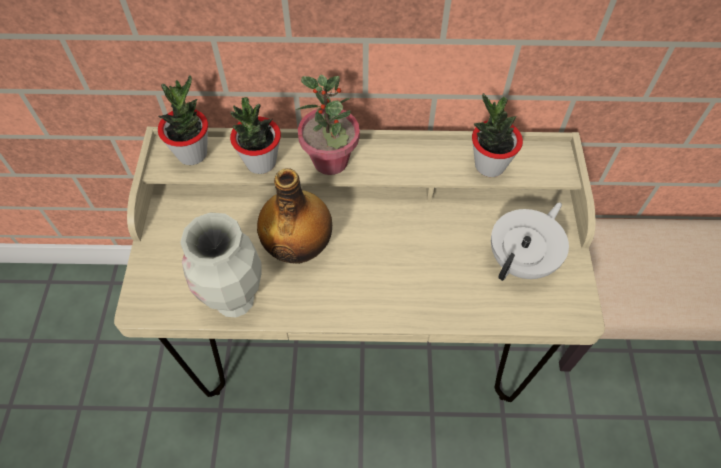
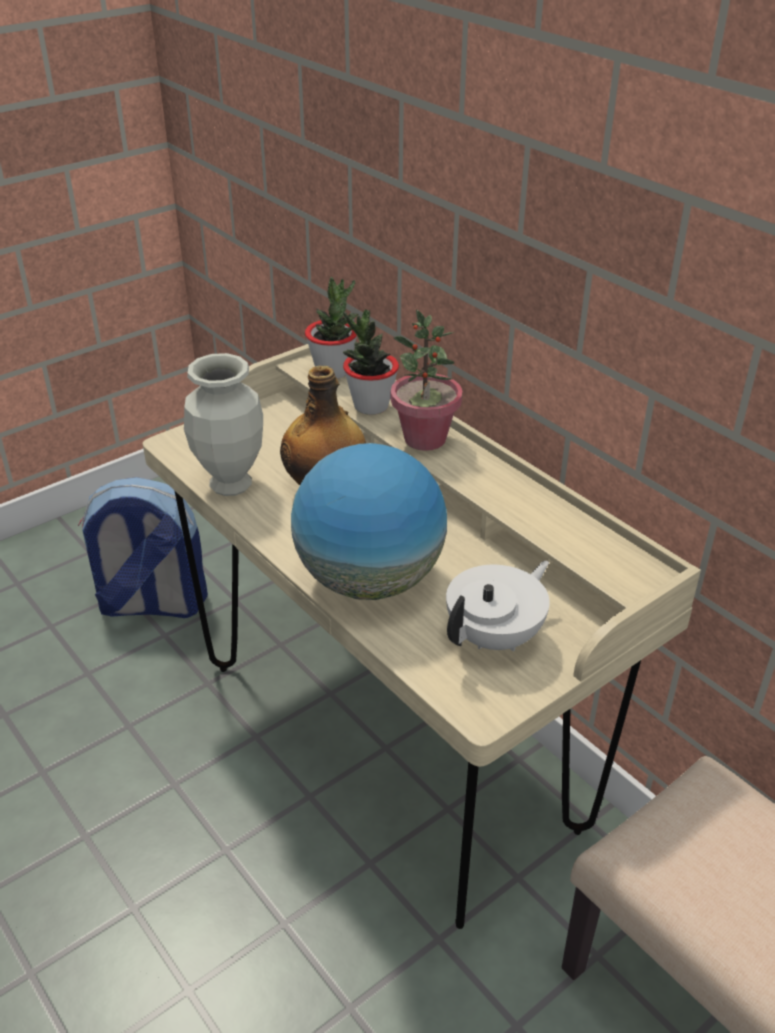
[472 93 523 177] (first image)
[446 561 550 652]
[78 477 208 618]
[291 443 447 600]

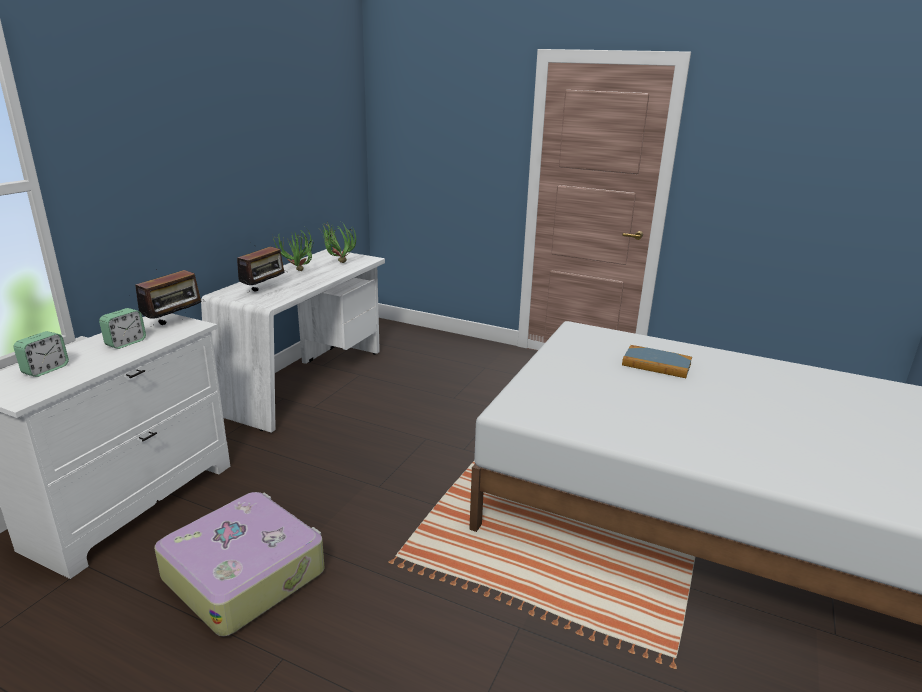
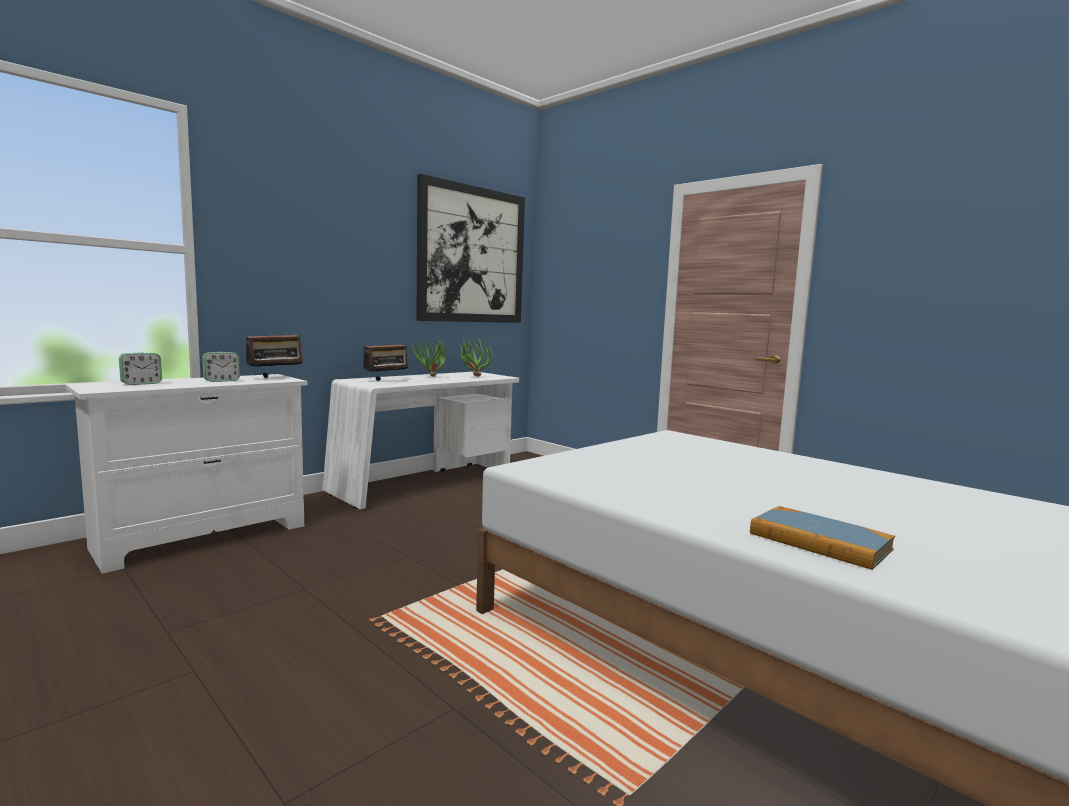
[154 492 325 636] (first image)
[750 506 895 570]
[417 174 525 323]

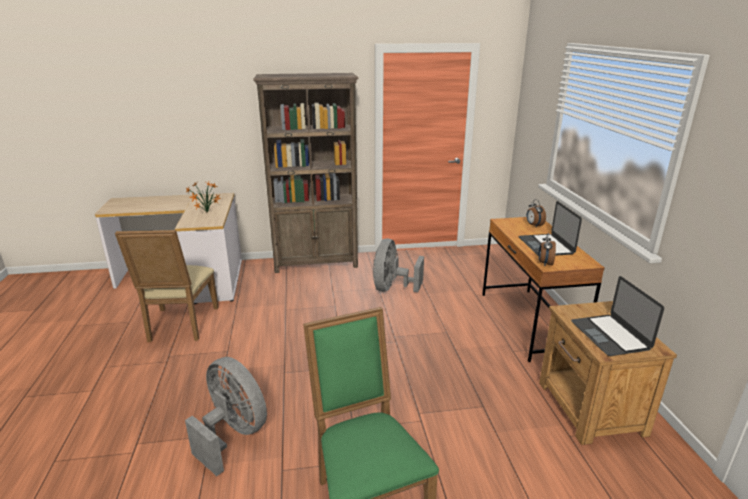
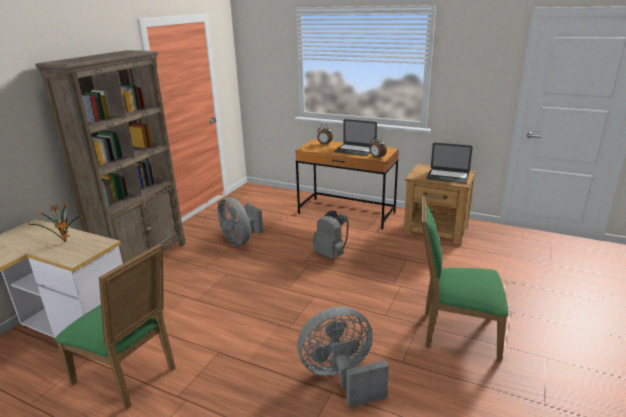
[55 243 175 409]
[313 211 349 260]

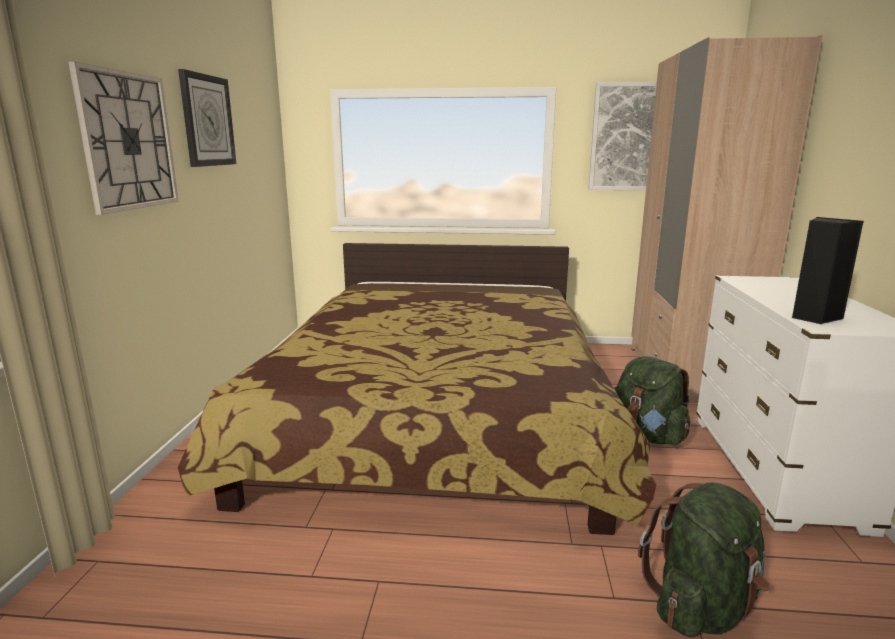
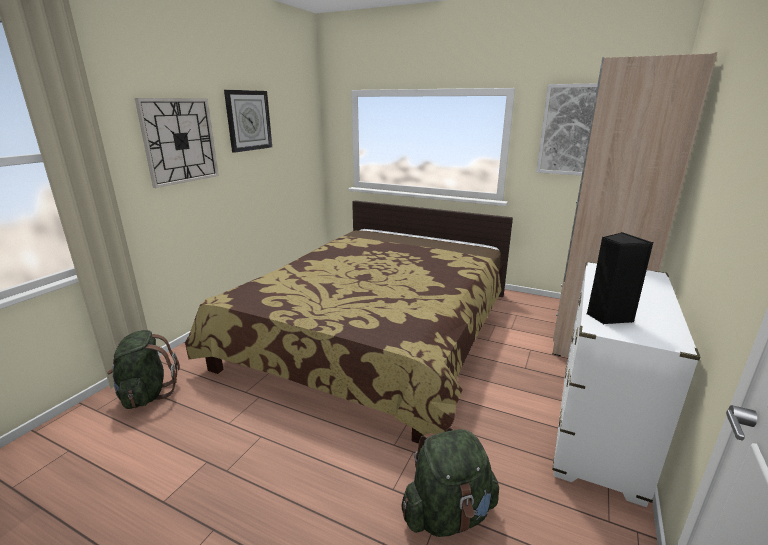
[107 330 180 409]

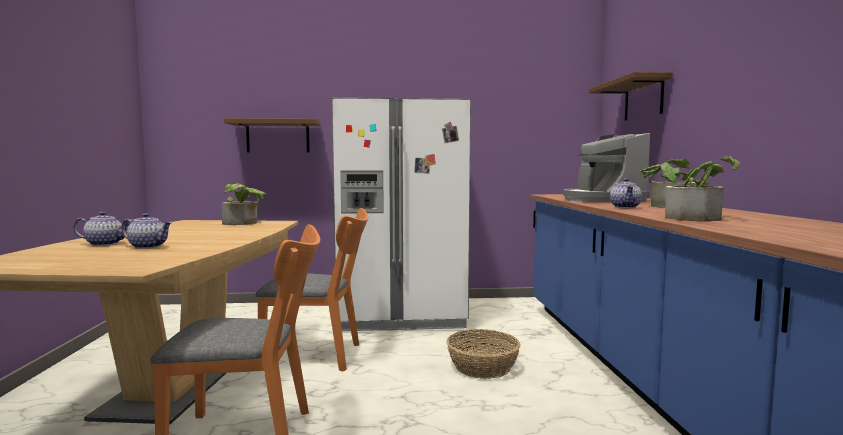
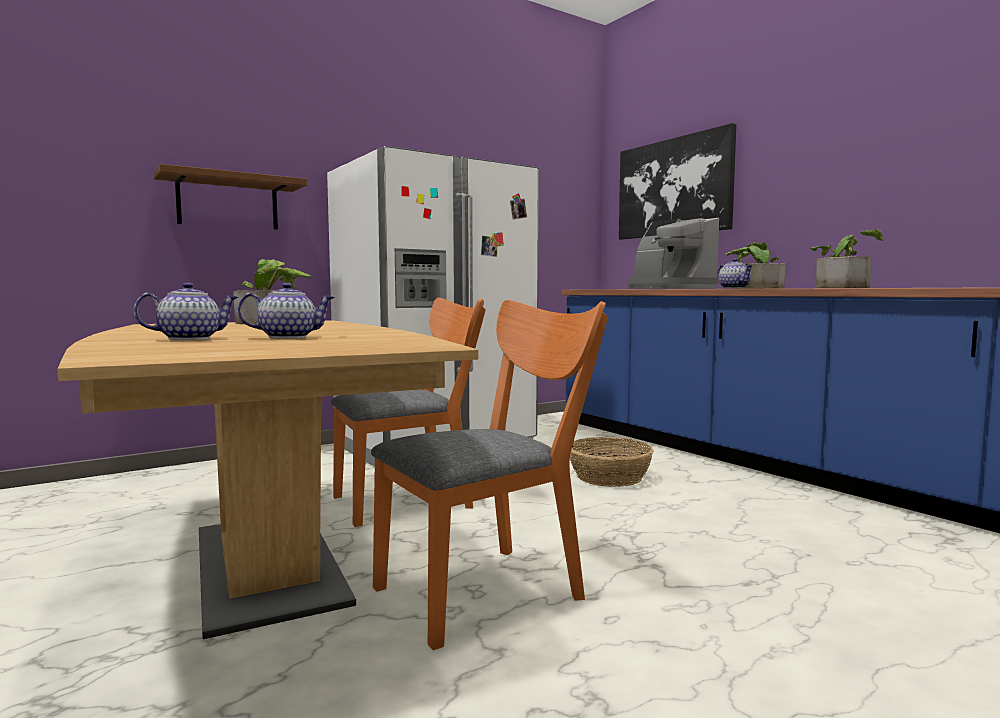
[619 123 736 240]

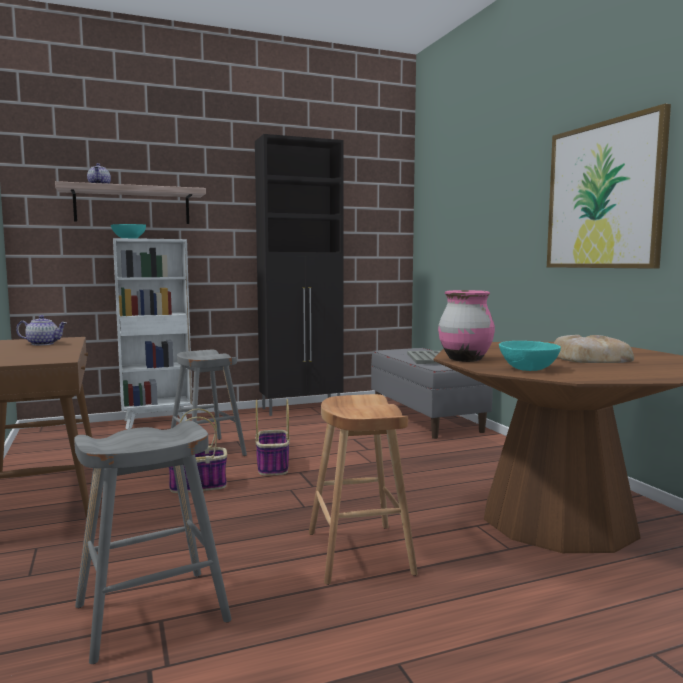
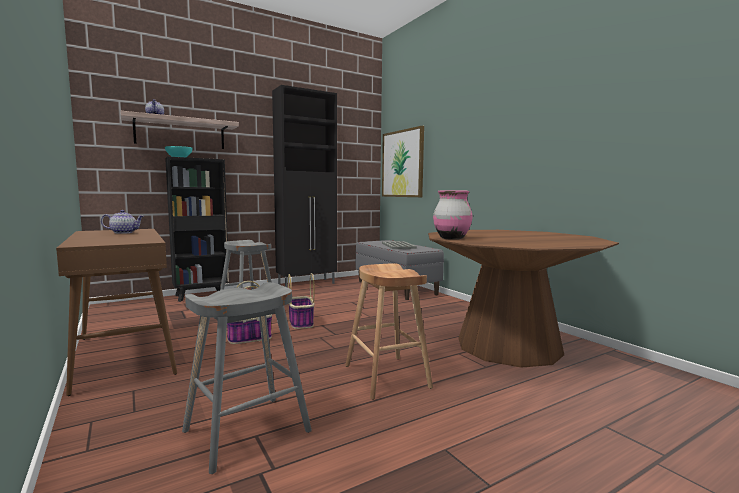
[165 157 229 302]
[499 341 561 371] (first image)
[382 126 424 197]
[553 335 634 363] (first image)

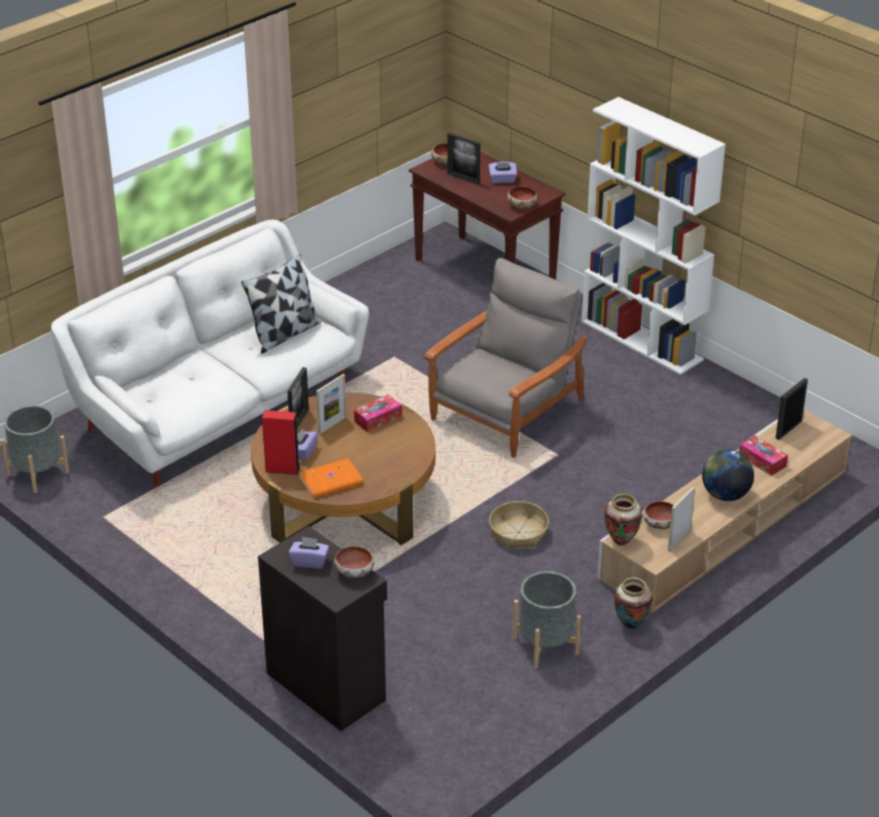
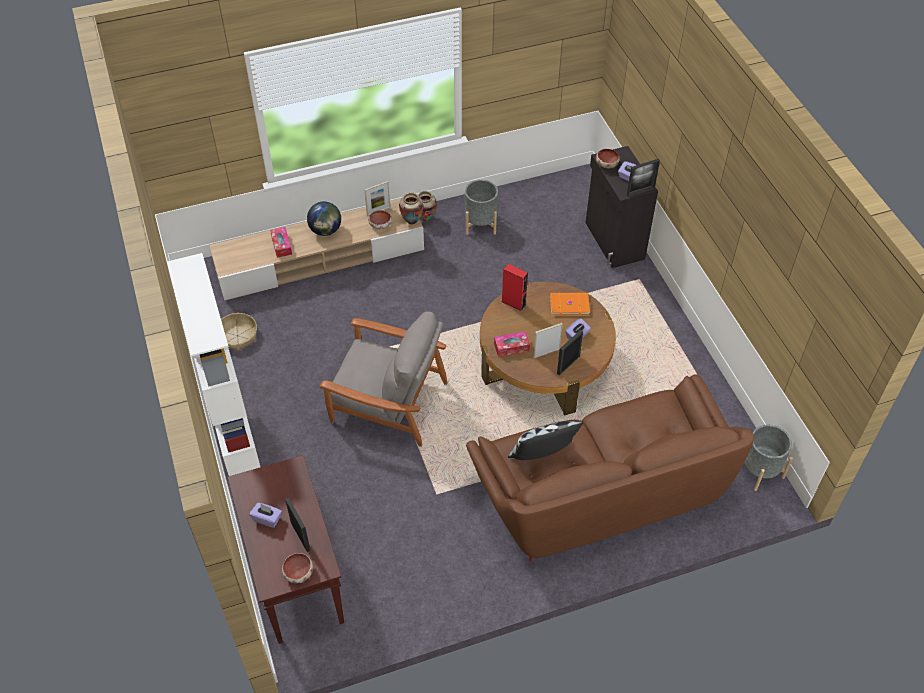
[466 375 754 562]
[502 264 528 311]
[319 311 447 447]
[221 313 257 351]
[507 186 537 208] (first image)
[627 159 660 197]

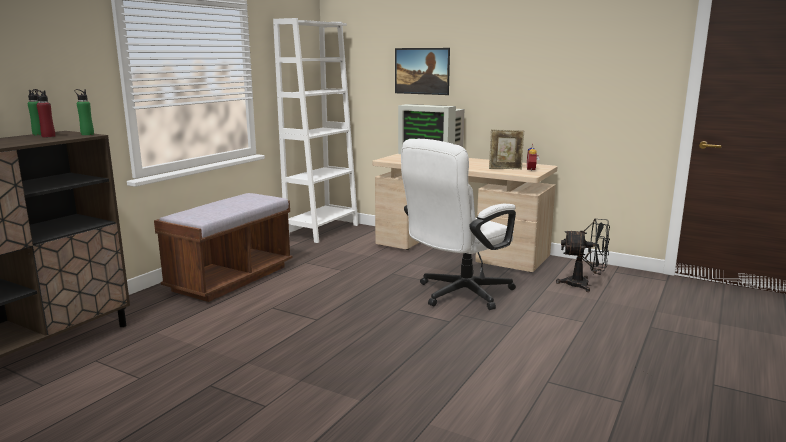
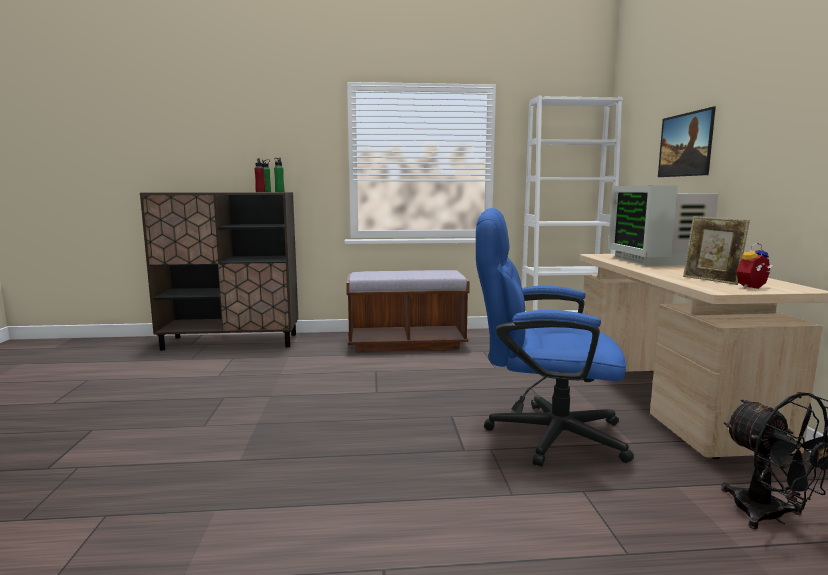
[476 208 634 467]

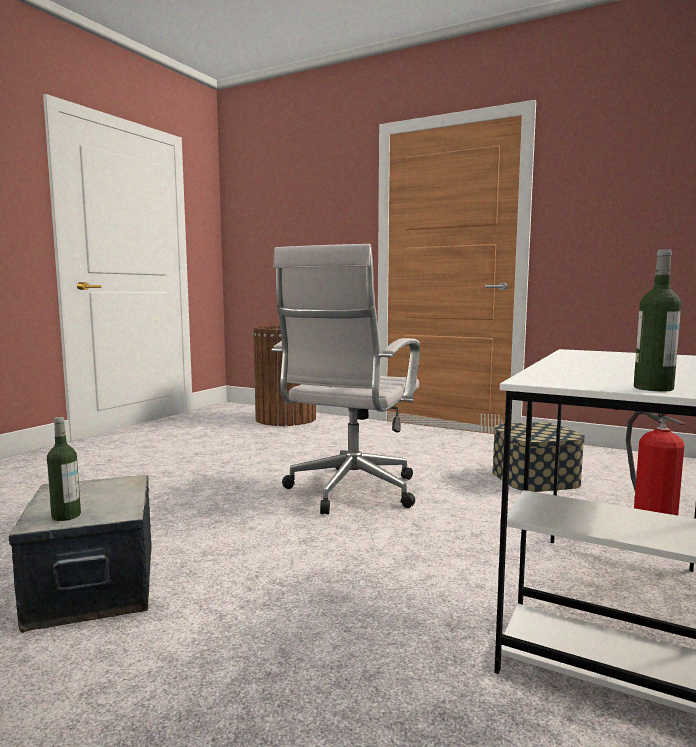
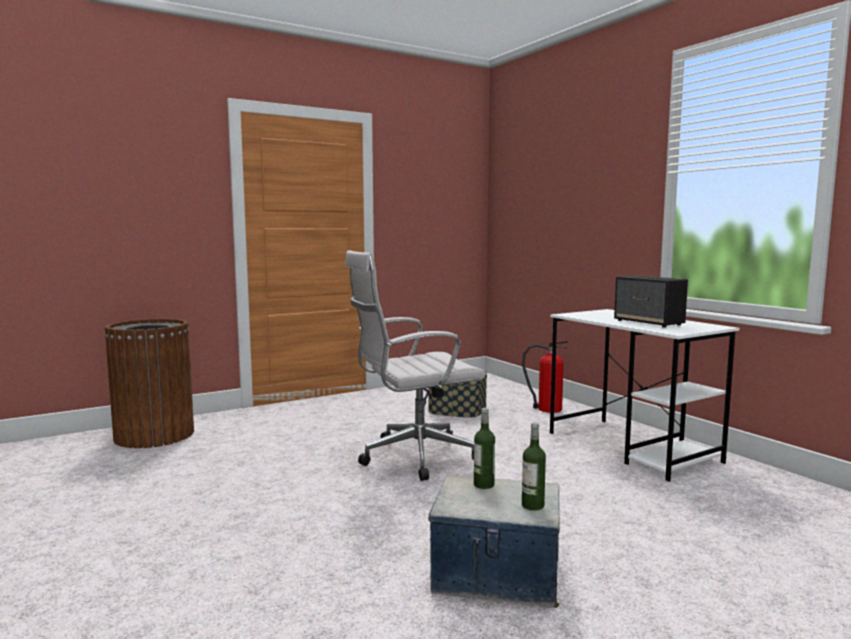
[345 250 485 481]
[474 408 495 489]
[614 275 688 328]

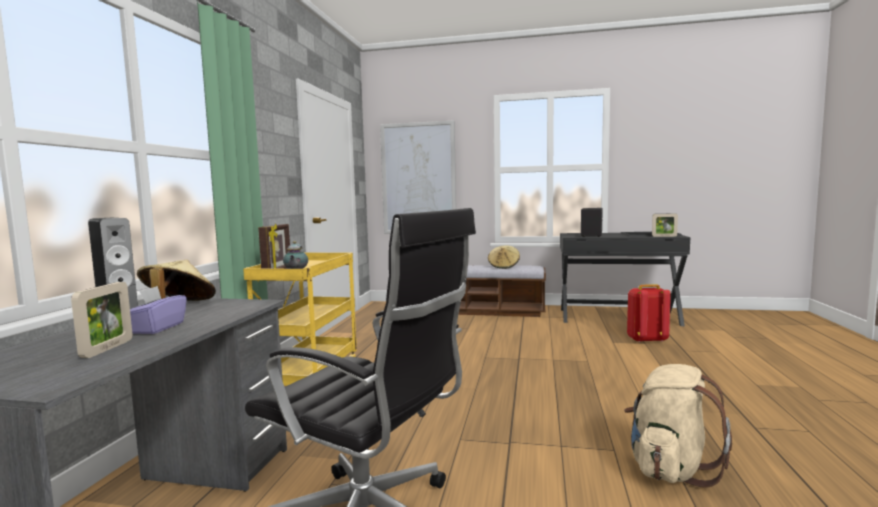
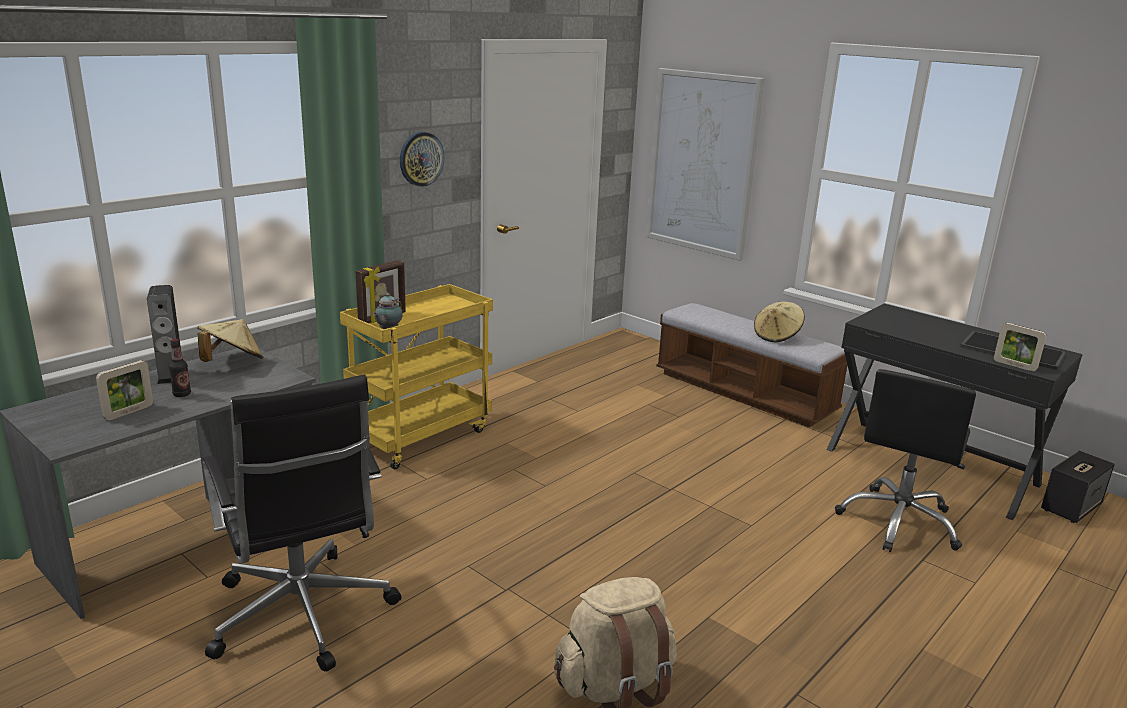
[169 339 191 397]
[1041 451 1115 523]
[835 369 976 552]
[400 132 444 187]

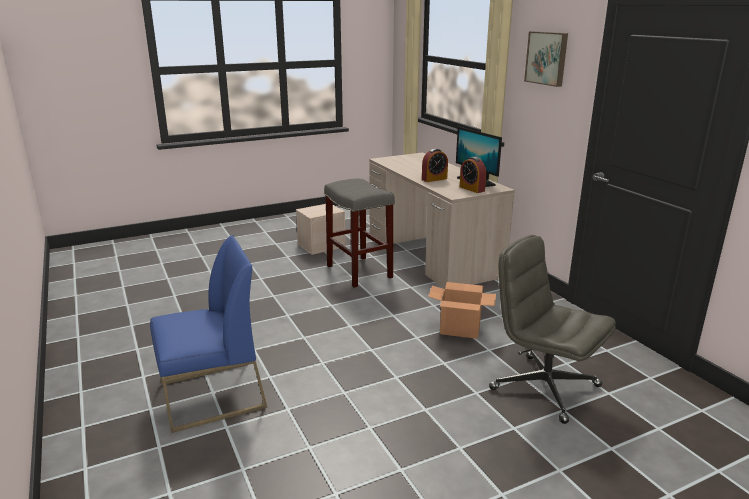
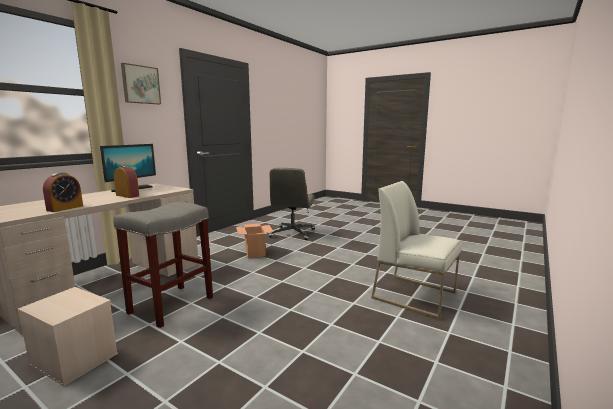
[371 181 462 319]
[43 172 83 212]

